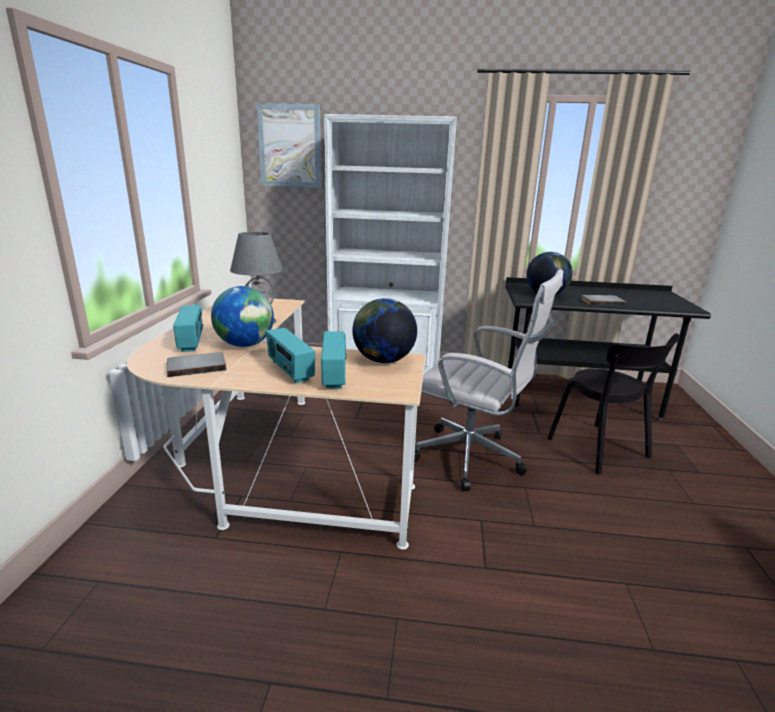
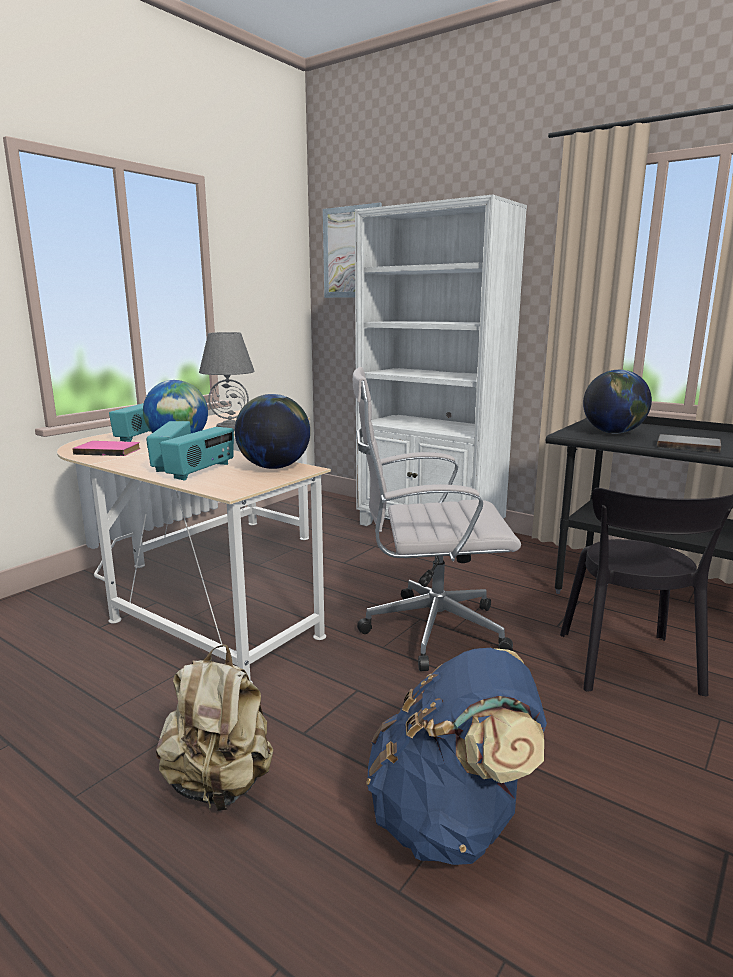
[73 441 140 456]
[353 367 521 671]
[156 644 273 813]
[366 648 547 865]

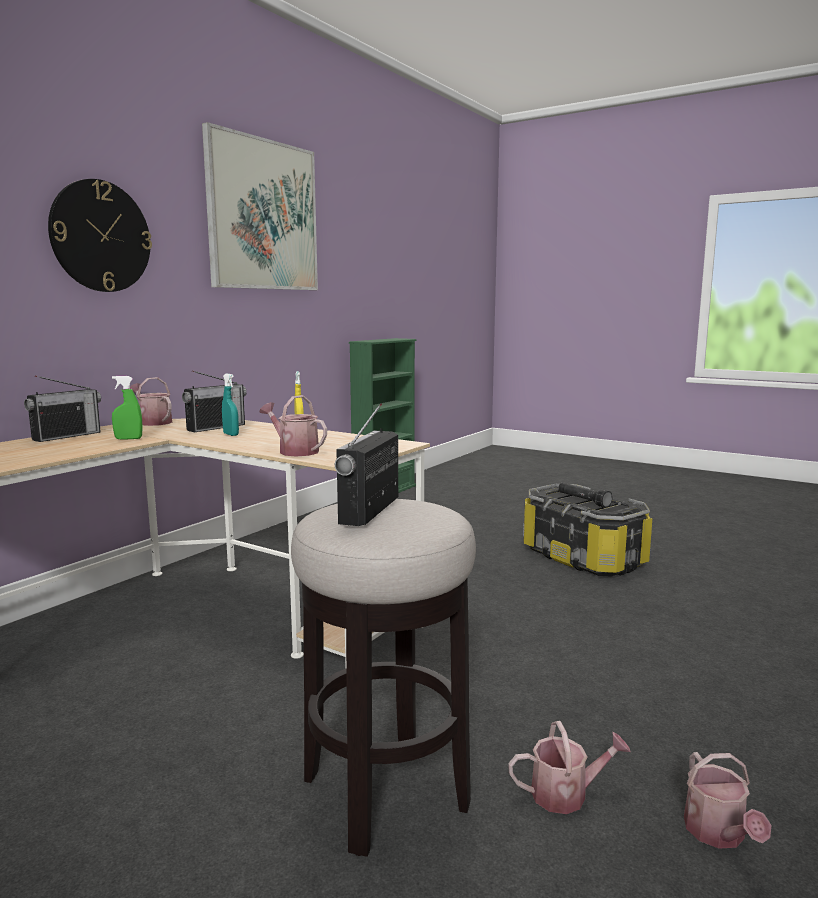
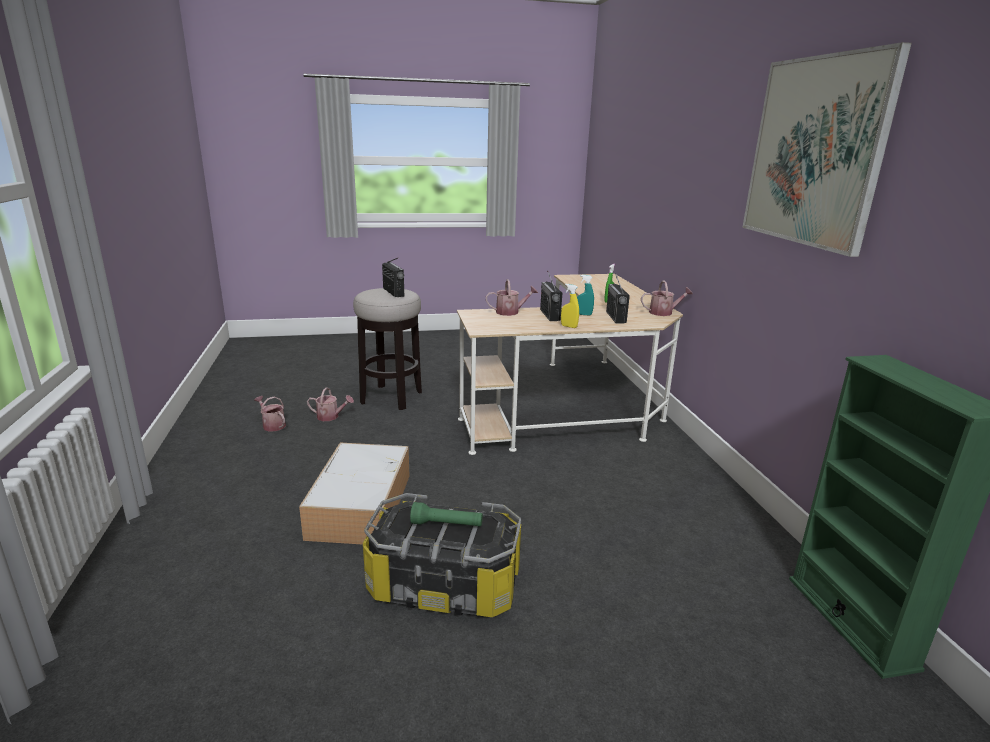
[540 271 562 321]
[48 179 152 292] (first image)
[307 387 354 421]
[410 502 483 527]
[299 443 410 545]

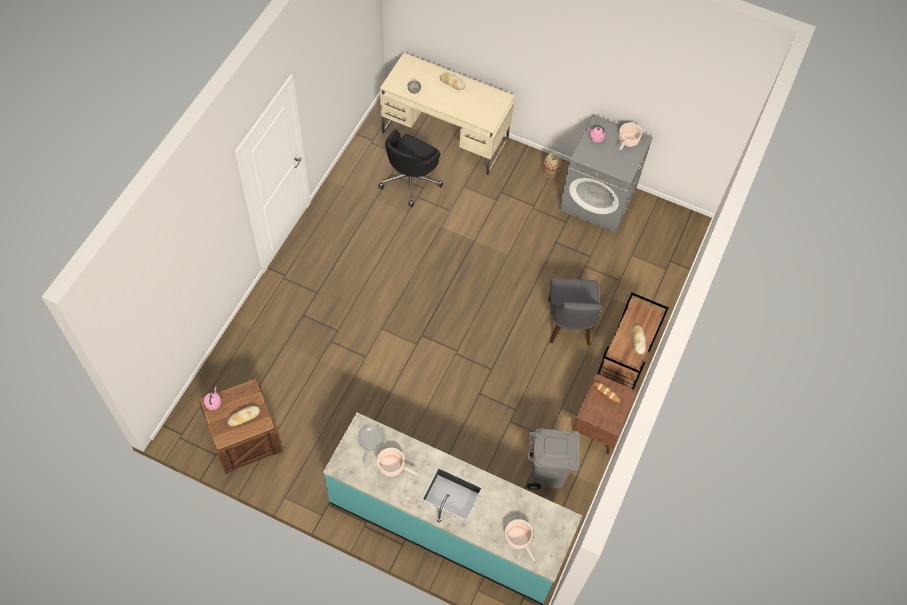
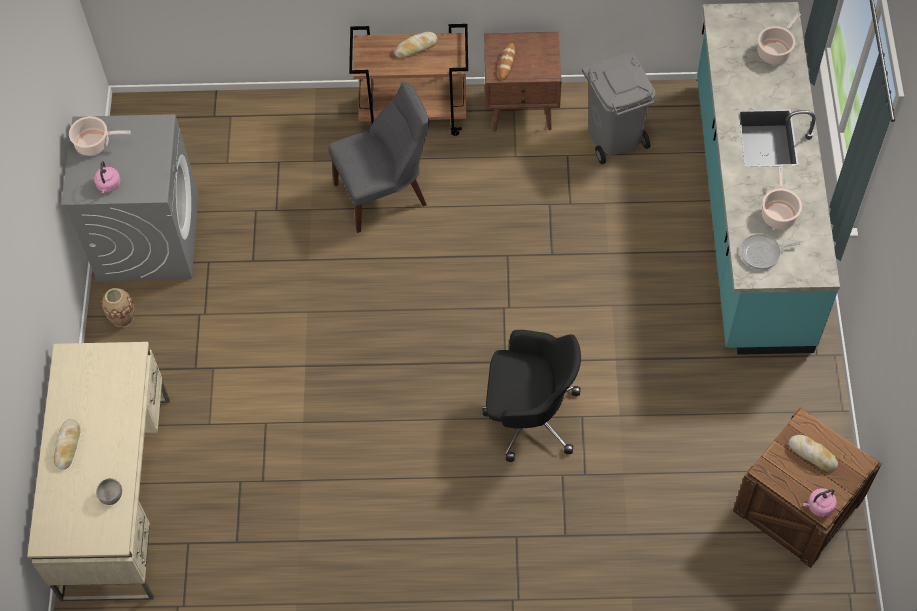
[482 330 581 462]

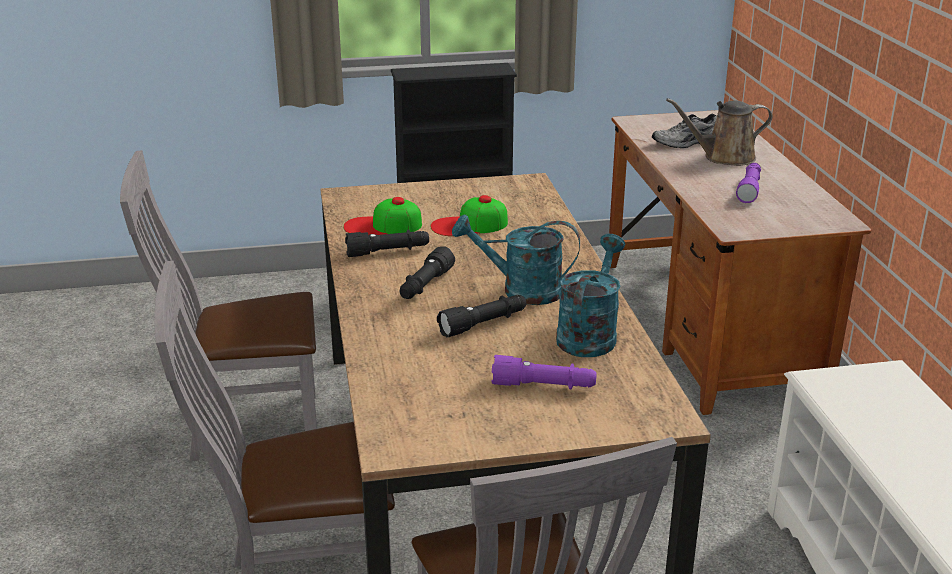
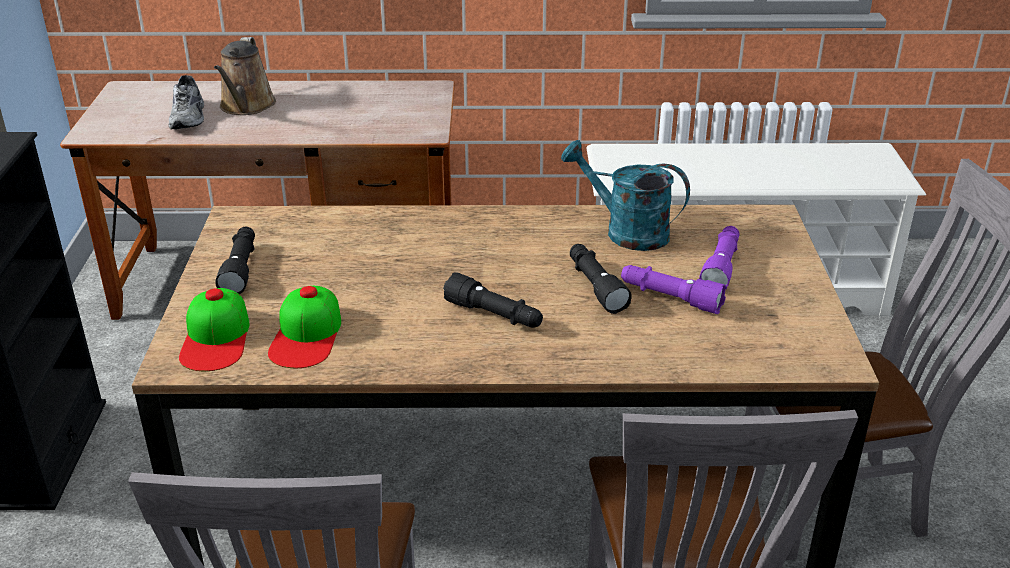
[216 227 255 294]
[179 288 249 371]
[452 214 580 305] (first image)
[621 265 727 314]

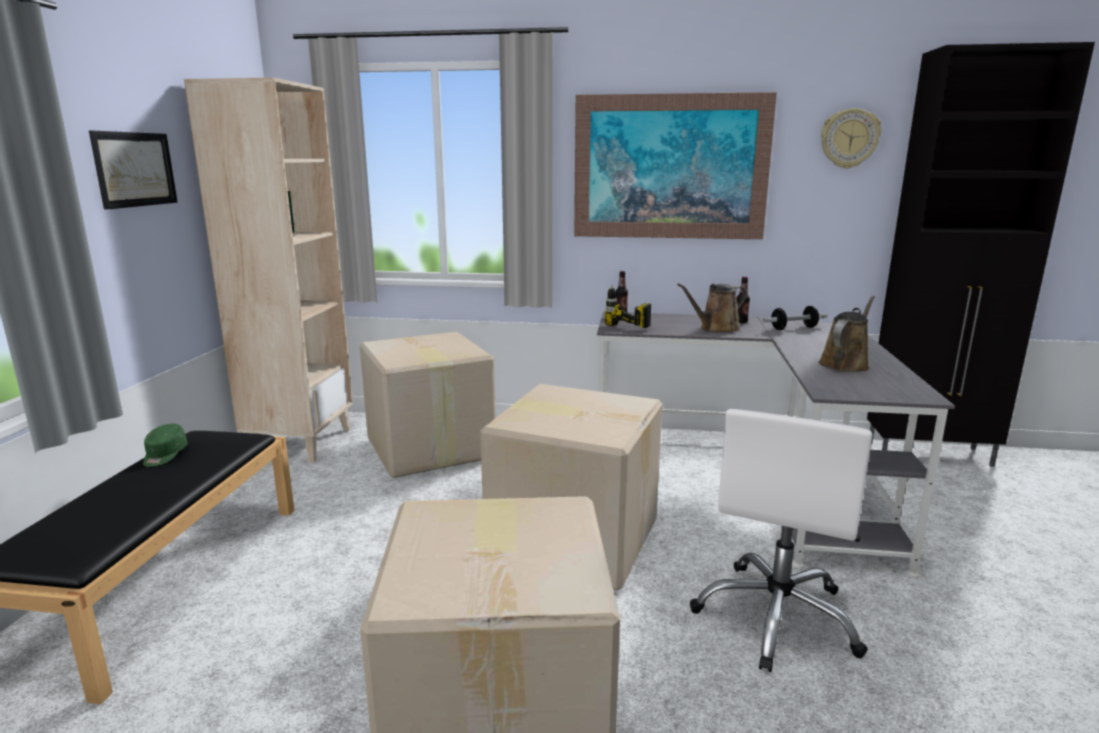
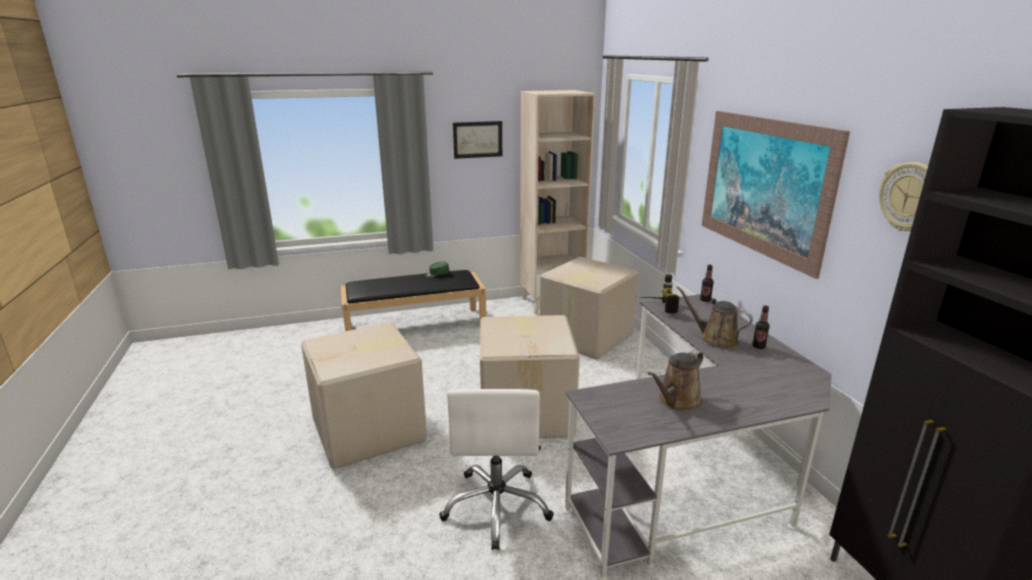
[439 389 554 550]
[762 306 827 330] (first image)
[648 350 703 411]

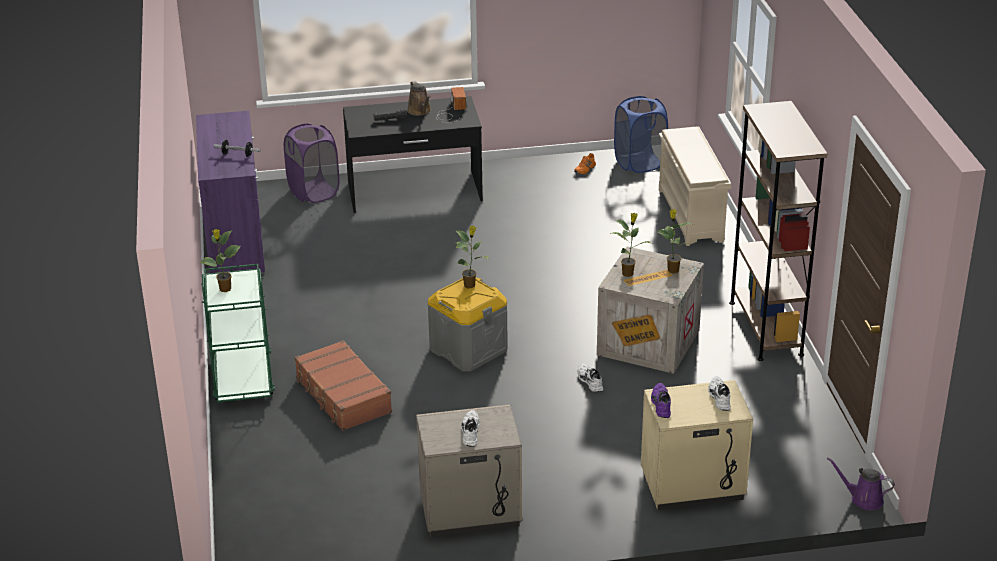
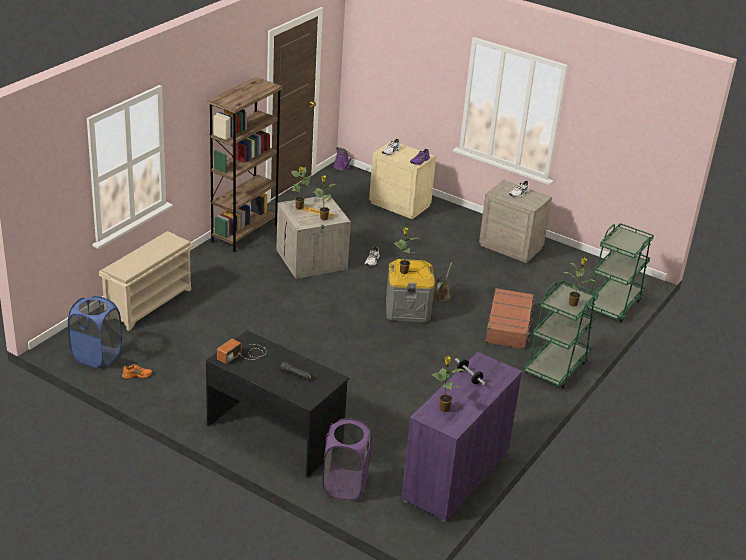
[433 262 452 302]
[431 356 465 412]
[588 223 654 323]

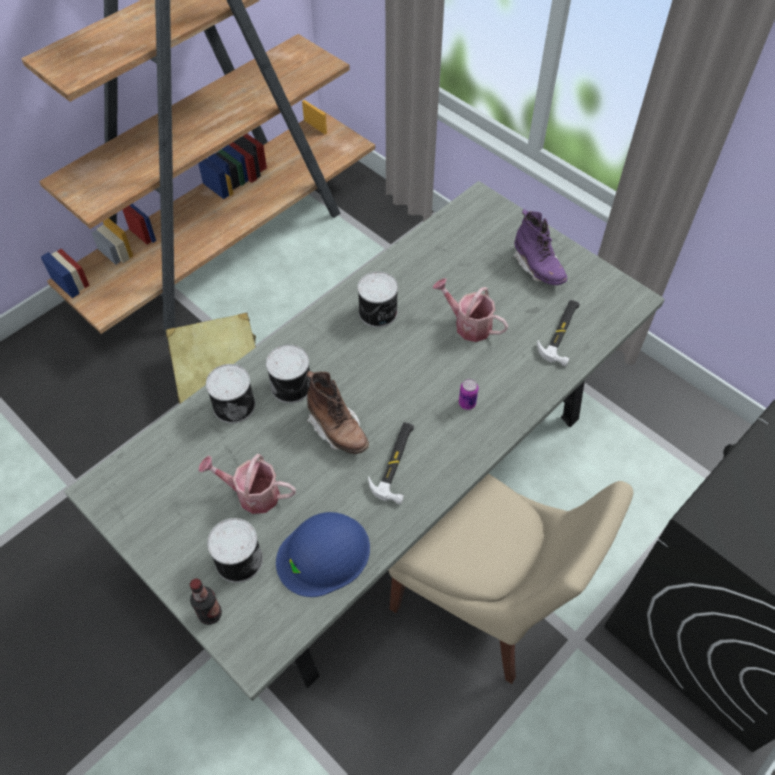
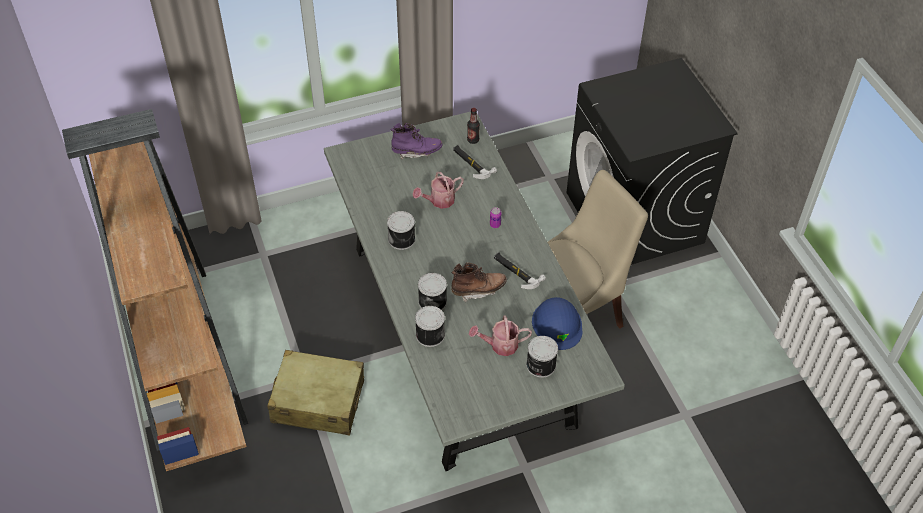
[467 108 480 144]
[469 315 532 356]

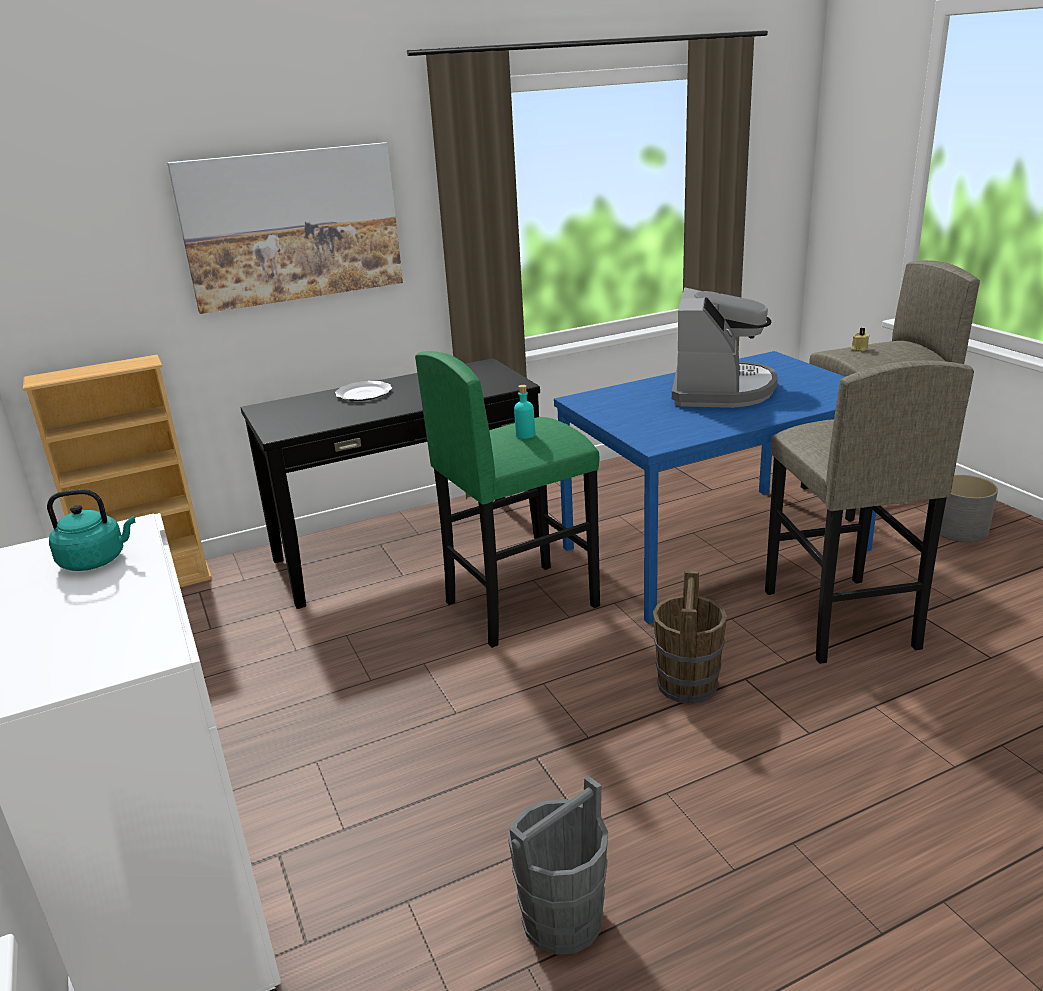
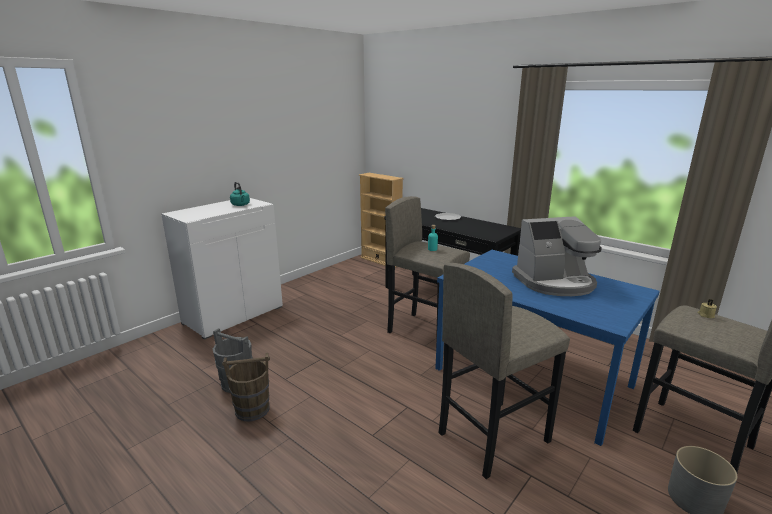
[167 142 403 314] (first image)
[385 196 470 345]
[222 353 270 421]

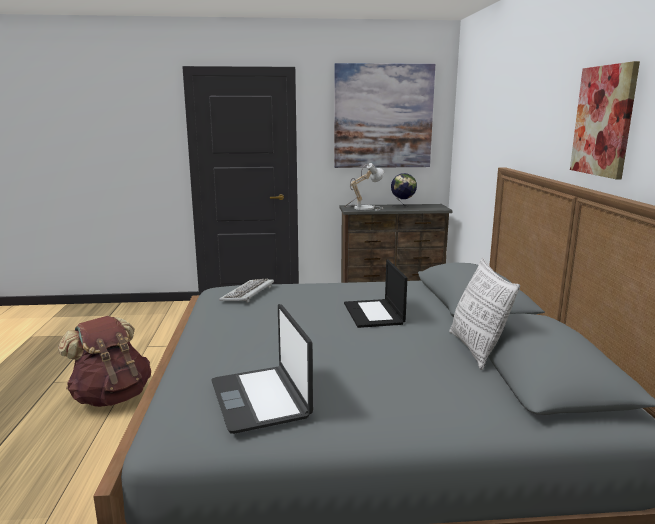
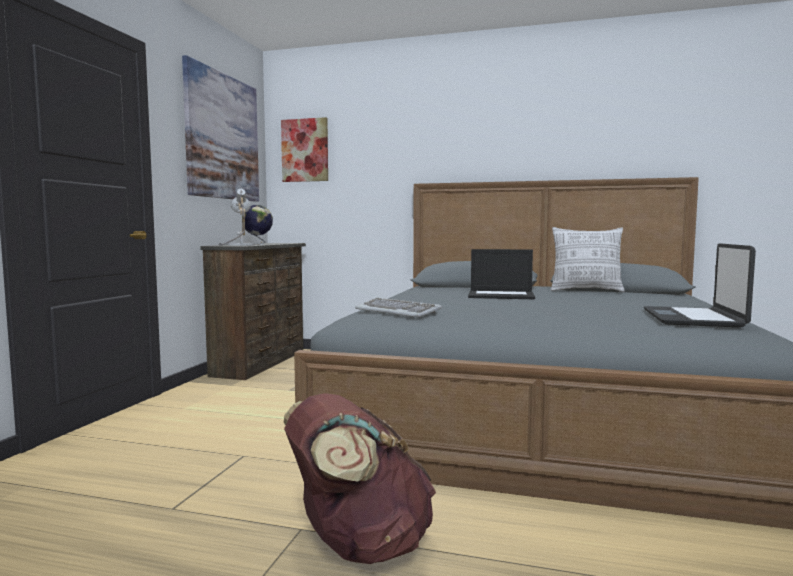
[644 243 756 328]
[281 117 328 182]

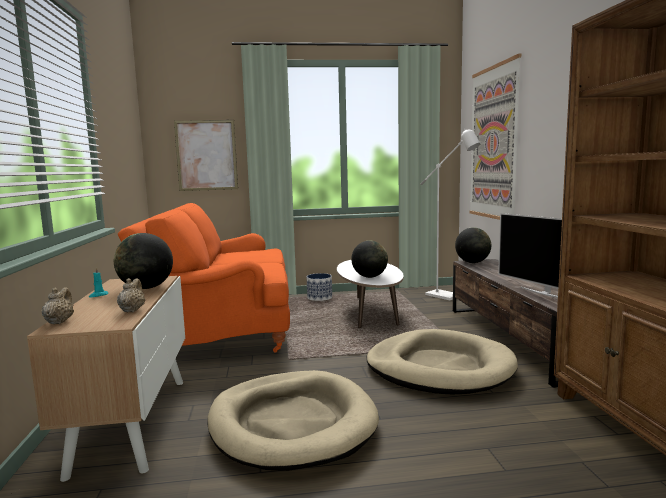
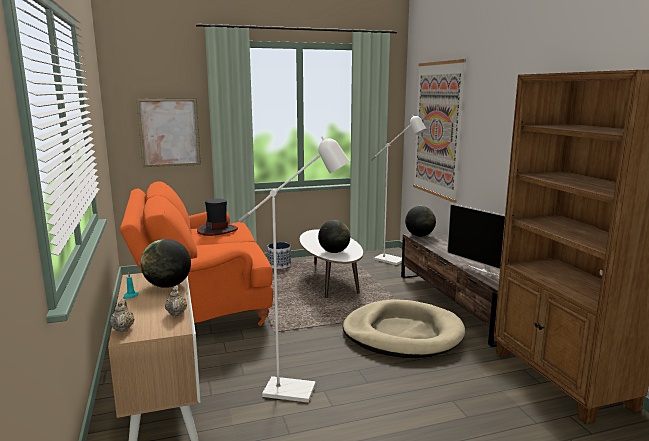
[239 136 350 403]
[197 199 238 236]

